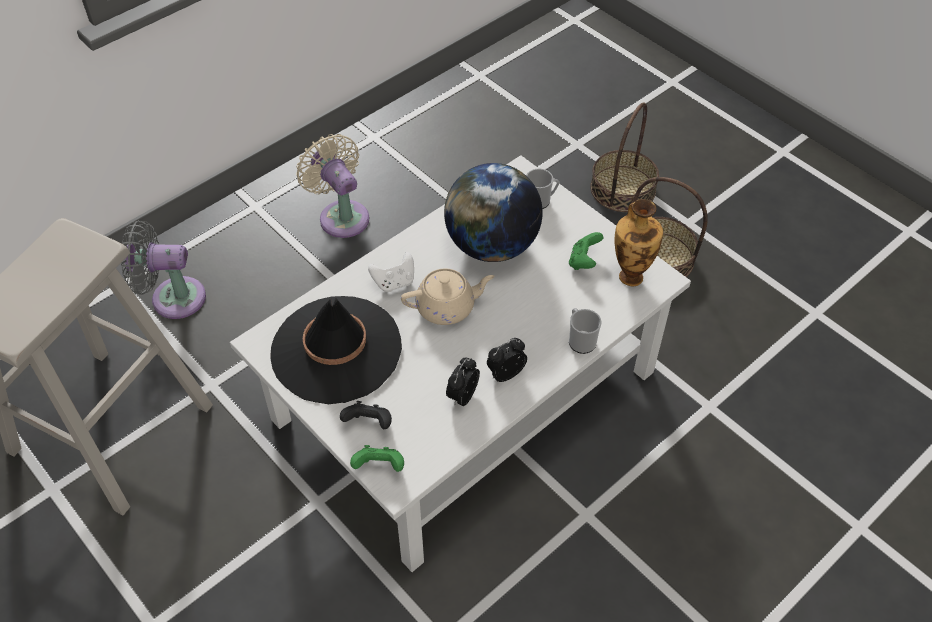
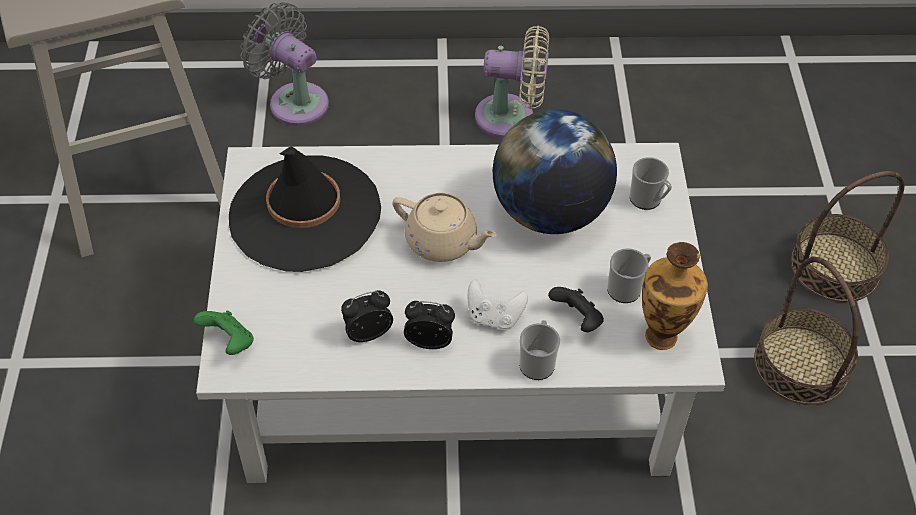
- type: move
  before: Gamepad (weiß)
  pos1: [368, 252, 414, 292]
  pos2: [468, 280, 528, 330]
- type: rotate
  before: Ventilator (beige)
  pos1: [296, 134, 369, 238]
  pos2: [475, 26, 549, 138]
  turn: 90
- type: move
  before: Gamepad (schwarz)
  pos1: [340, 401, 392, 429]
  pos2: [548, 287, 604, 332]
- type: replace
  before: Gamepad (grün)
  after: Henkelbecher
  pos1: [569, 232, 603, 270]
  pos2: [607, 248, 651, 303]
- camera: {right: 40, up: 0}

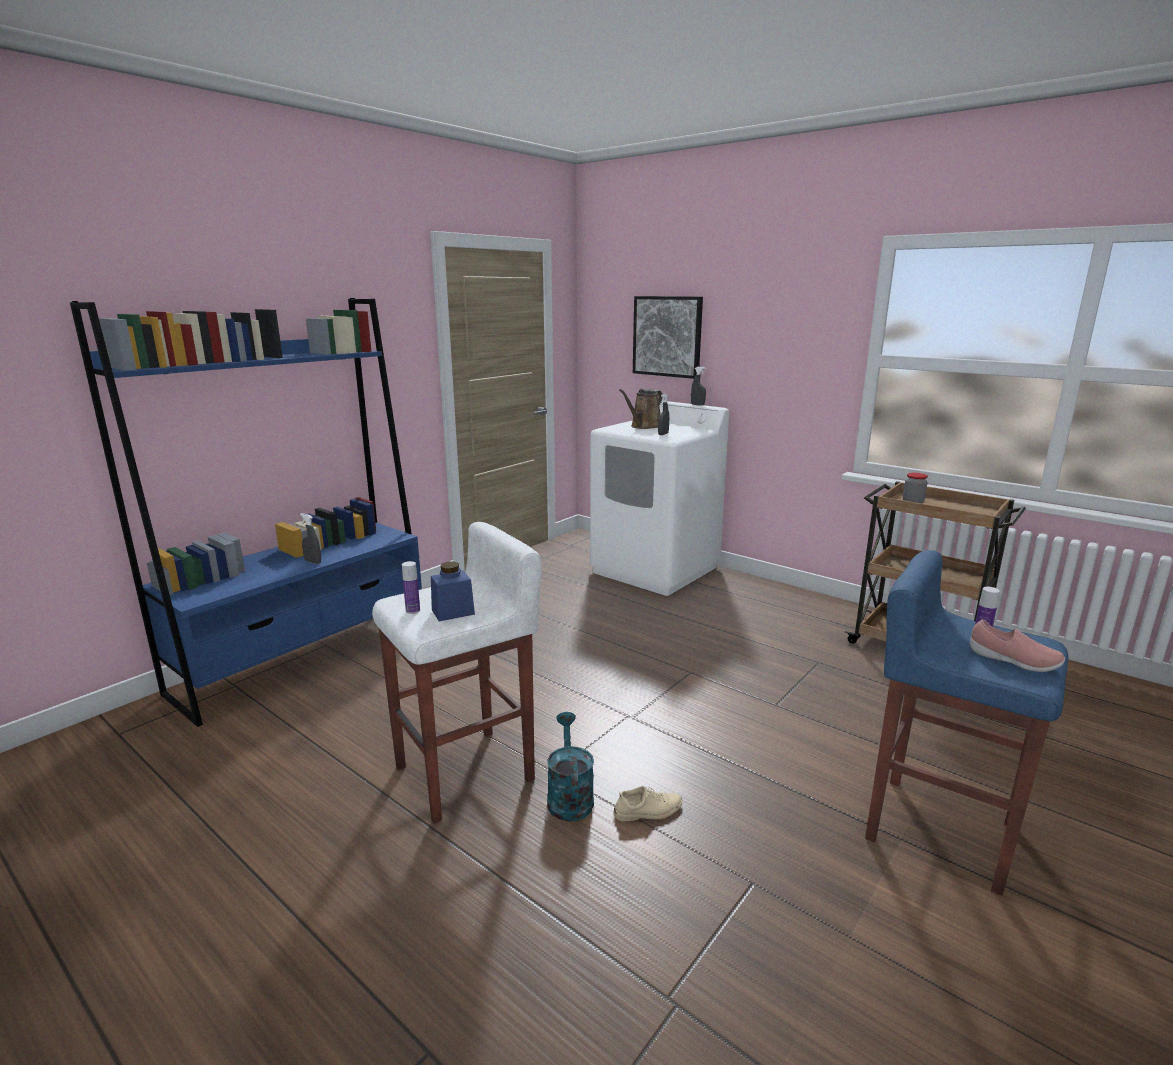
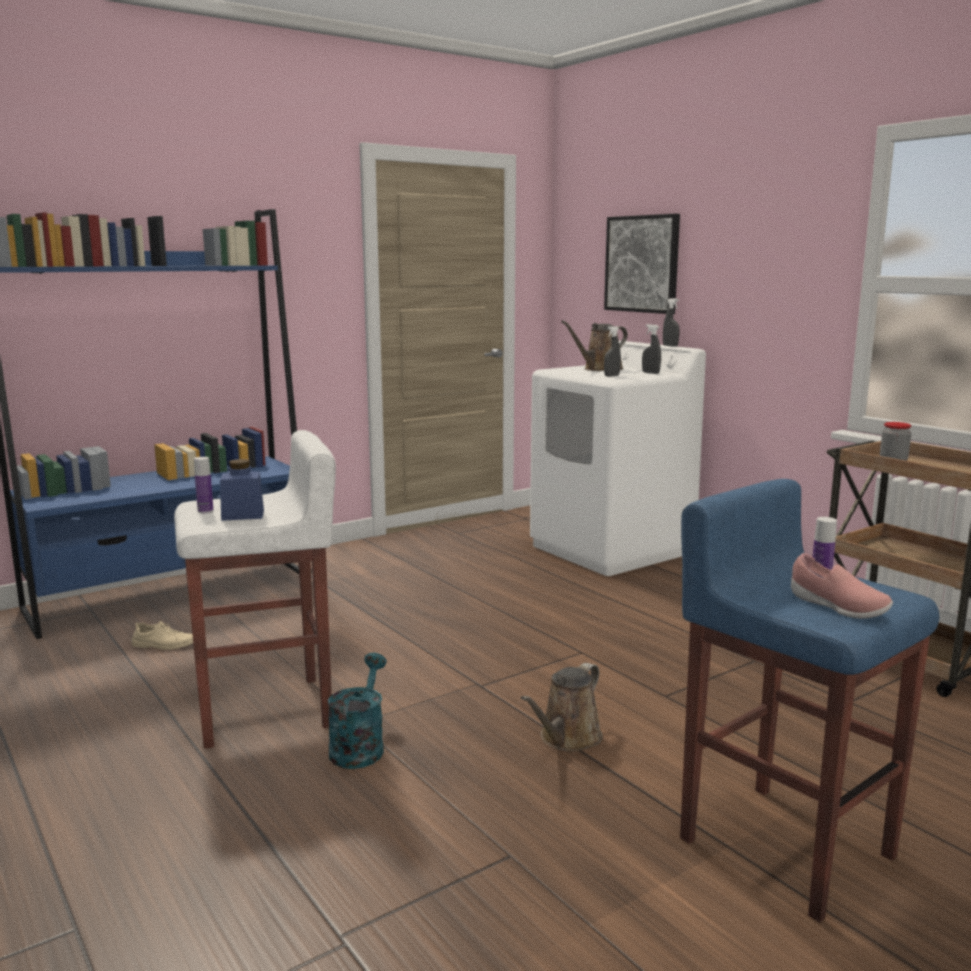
- type: move
  before: Schuh (beige)
  pos1: [613, 786, 682, 821]
  pos2: [131, 621, 193, 650]
- type: insert
  after: Gießkanne (braun)
  pos2: [521, 663, 603, 752]
- type: move
  before: Sprühflasche (grau)
  pos1: [300, 513, 321, 564]
  pos2: [642, 324, 661, 374]
- camera: {right: 15, up: -5}

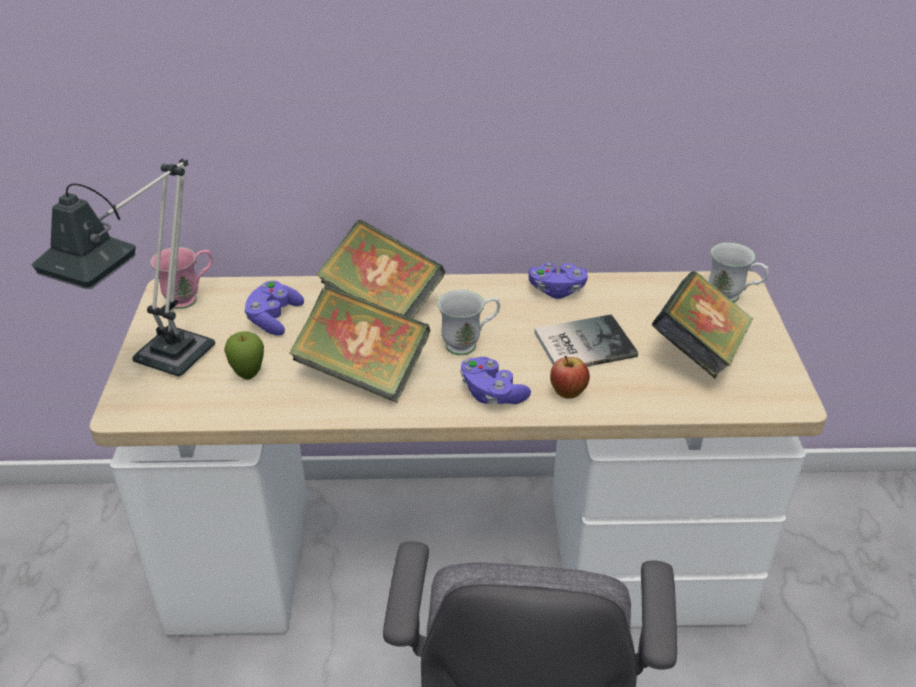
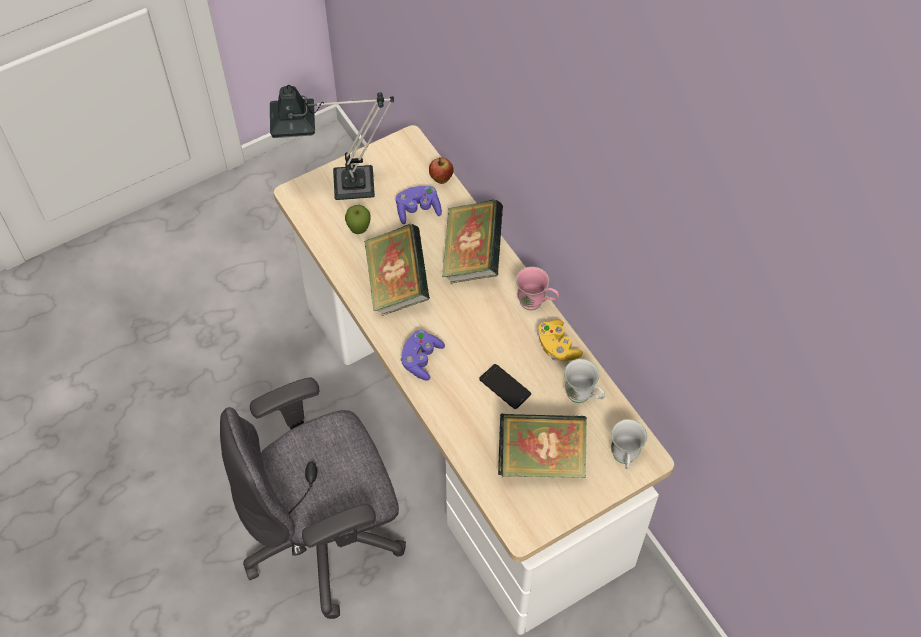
- type: move
  before: Apfel
  pos1: [550, 356, 590, 398]
  pos2: [429, 157, 454, 184]
- type: replace
  before: Buch
  after: Handy
  pos1: [534, 314, 638, 367]
  pos2: [479, 364, 531, 409]
- type: move
  before: Henkelbecher (rosa)
  pos1: [151, 247, 213, 309]
  pos2: [516, 267, 559, 310]
- type: recolor
  before: Gamepad (lila)
  after: Gamepad (gelb)
  pos1: [528, 262, 588, 299]
  pos2: [537, 320, 583, 361]
- type: move
  before: Henkelbecher (weiß)
  pos1: [437, 290, 500, 355]
  pos2: [564, 359, 605, 403]
- camera: {right: 60, up: 20}

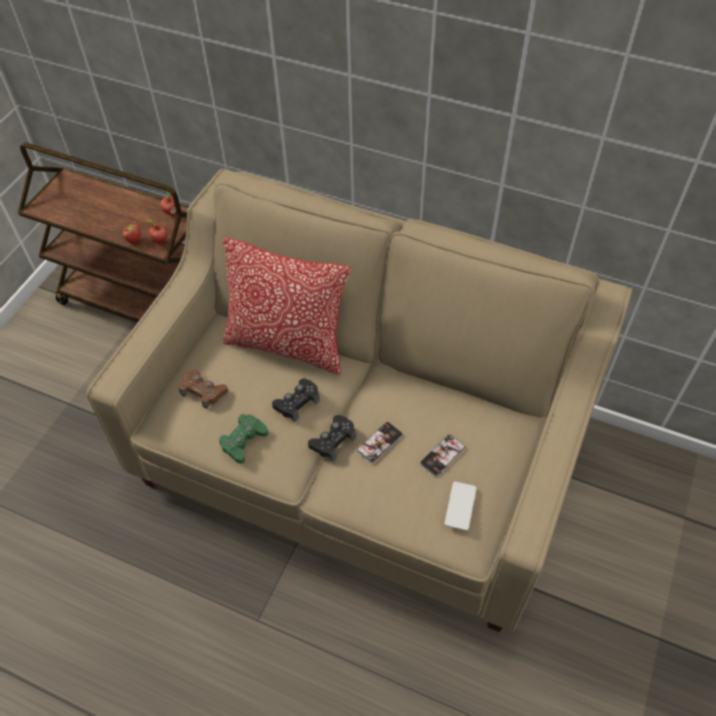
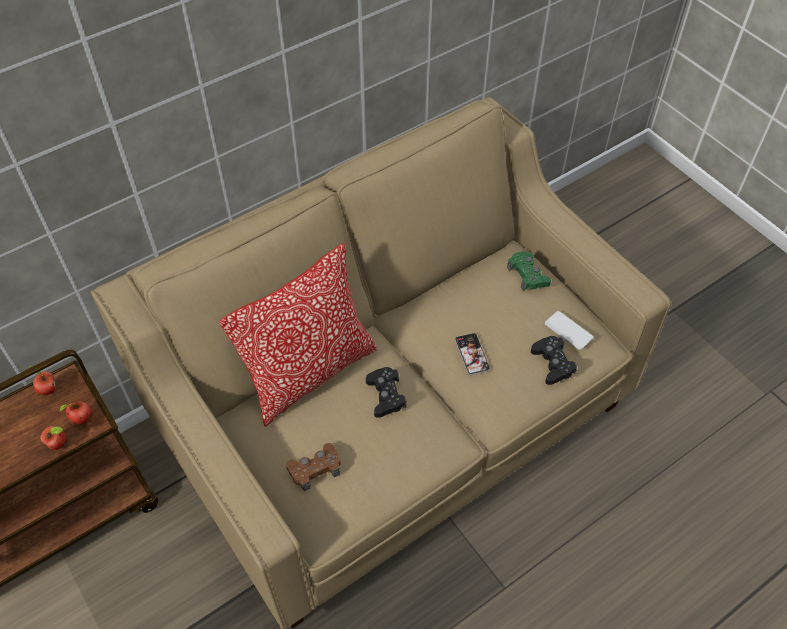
- type: move
  before: Gamepad (grün)
  pos1: [219, 414, 268, 464]
  pos2: [507, 251, 551, 291]
- type: move
  before: Gamepad (schwarz)
  pos1: [308, 415, 356, 461]
  pos2: [531, 336, 577, 385]
- type: delete
  before: Handy
  pos1: [420, 434, 466, 477]
- camera: {right: -60, up: 0}

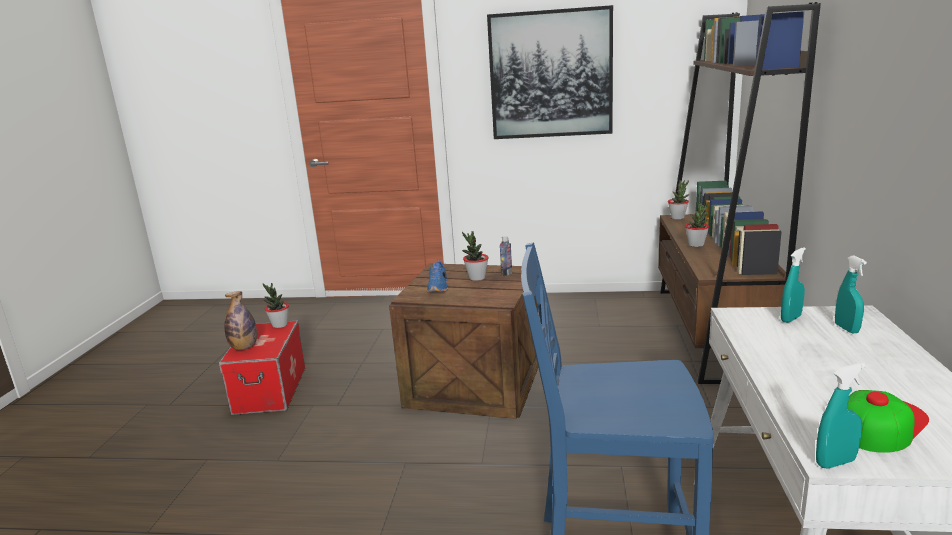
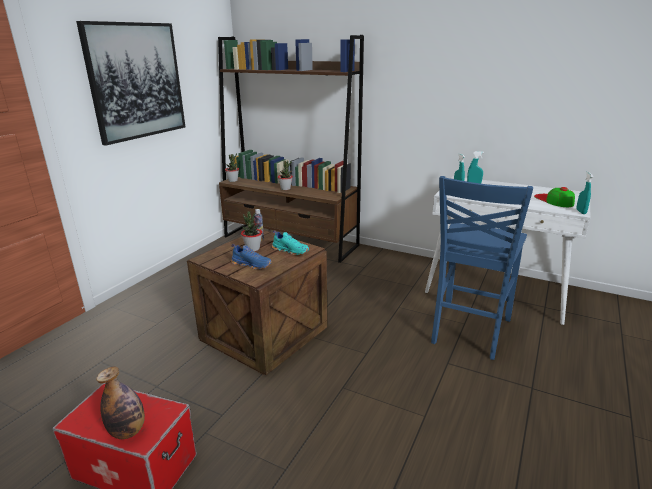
- type: insert
  after: Schuh (türkis)
  pos2: [272, 230, 309, 255]
- type: delete
  before: Topfpflanze
  pos1: [263, 283, 289, 328]
- camera: {right: -70, up: 5}

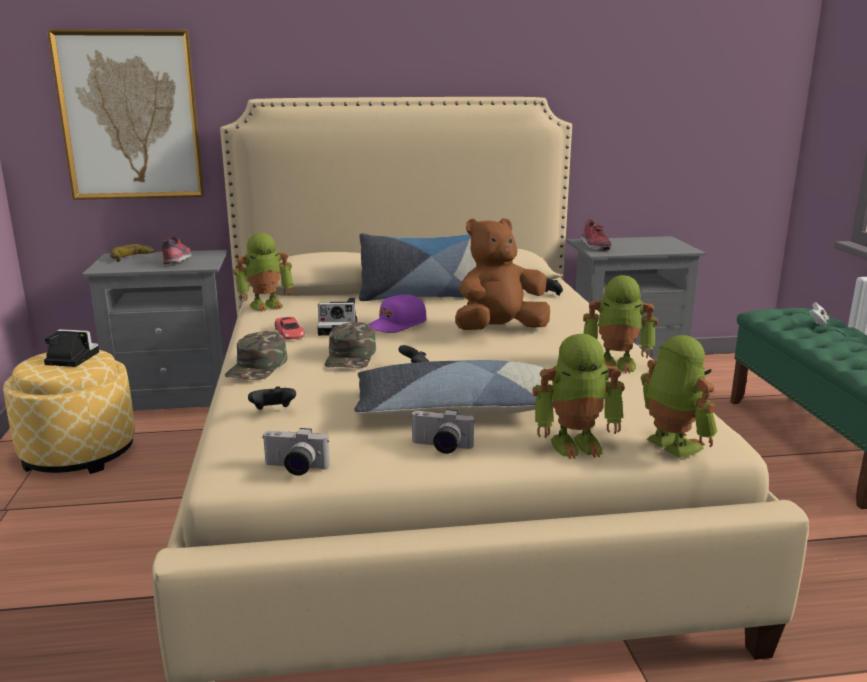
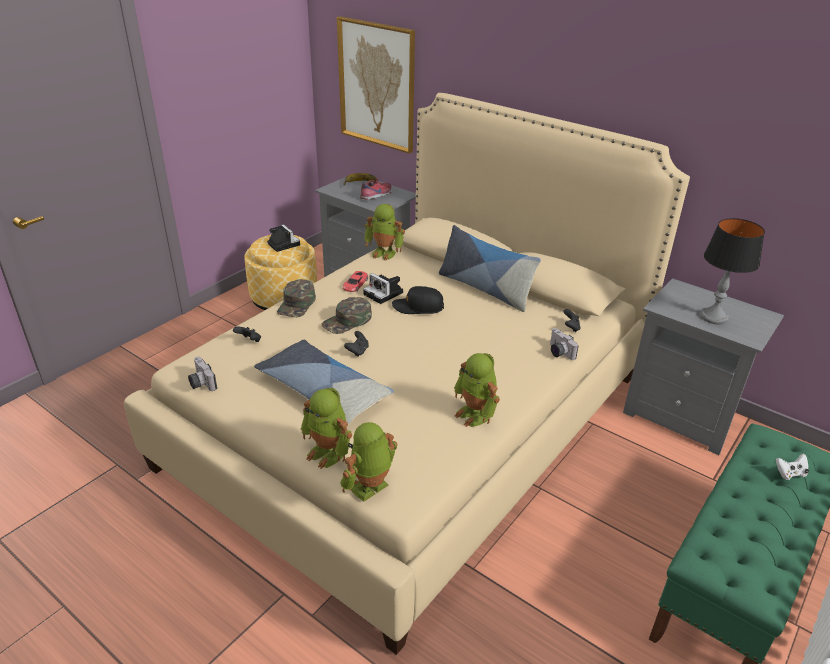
- type: rotate
  before: Kappe (grün)
  pos1: [225, 331, 287, 380]
  pos2: [277, 279, 316, 317]
  turn: -45
- type: rotate
  before: Spielzeugroboter
  pos1: [641, 335, 717, 458]
  pos2: [340, 422, 398, 502]
  turn: -150
- type: recolor
  before: Kappe (lila)
  after: Kappe (schwarz)
  pos1: [367, 294, 427, 333]
  pos2: [392, 286, 444, 314]
- type: move
  before: Kamera
  pos1: [410, 409, 474, 454]
  pos2: [550, 328, 579, 360]
- type: insert
  after: Tischlampe
  pos2: [700, 218, 765, 324]
- type: delete
  before: Plüschtier (braun)
  pos1: [455, 218, 550, 330]
- type: delete
  before: Schuh
  pos1: [580, 219, 612, 251]
- camera: {right: 45, up: 15}

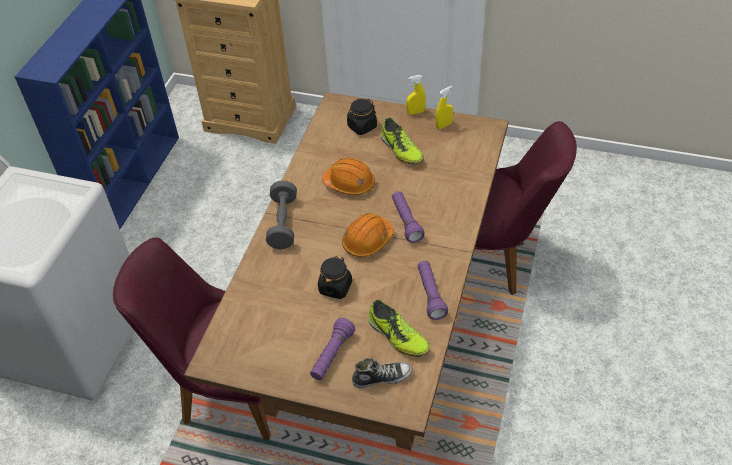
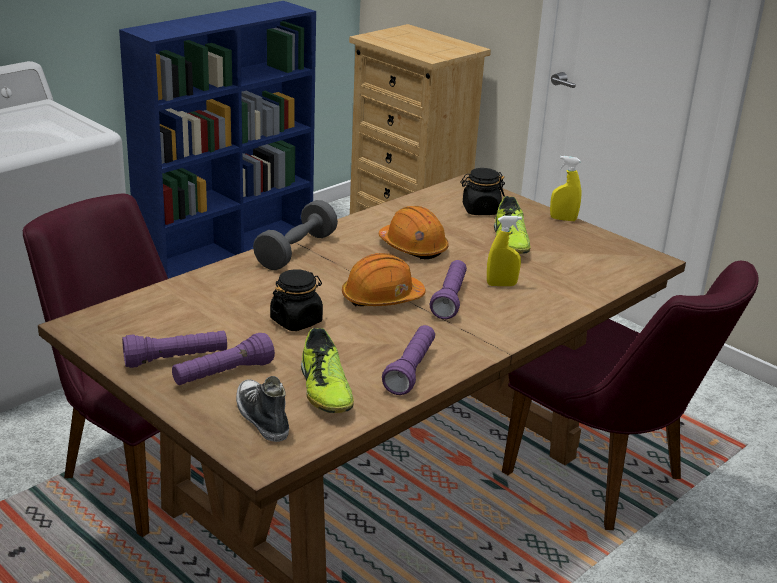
- type: insert
  after: Taschenlampe (lila)
  pos2: [122, 331, 227, 368]
- type: rotate
  before: Schuh
  pos1: [352, 357, 413, 388]
  pos2: [236, 376, 289, 442]
  turn: -135
- type: move
  before: Sprühflasche (gelb)
  pos1: [435, 86, 453, 129]
  pos2: [487, 216, 522, 286]
- camera: {right: 25, up: -20}

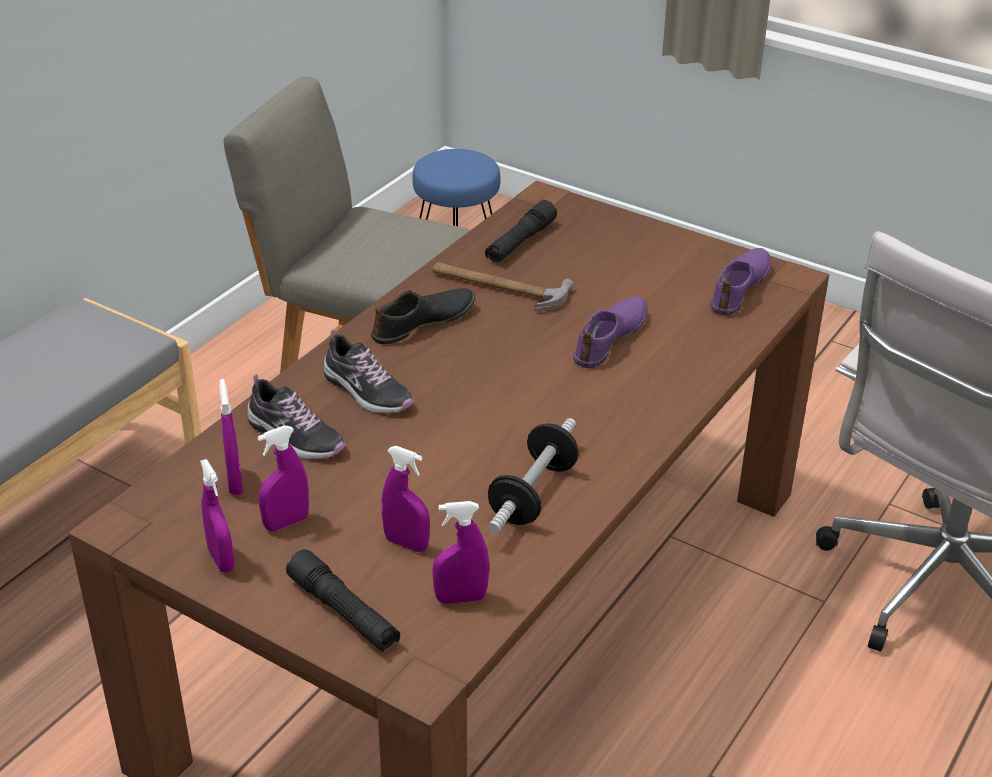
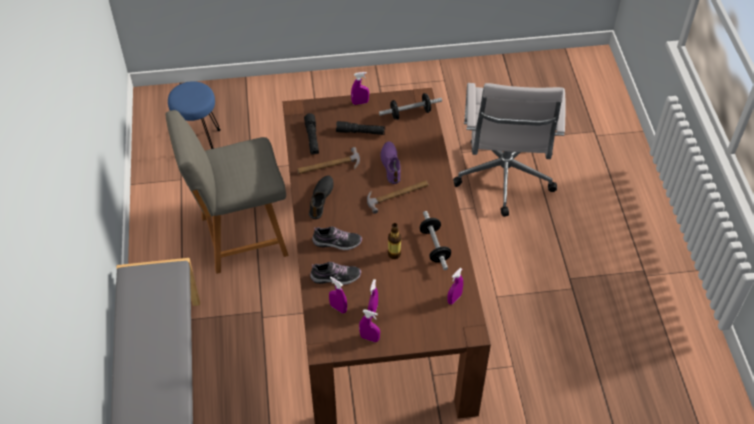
- type: move
  before: Taschenlampe (schwarz)
  pos1: [286, 549, 400, 652]
  pos2: [336, 121, 385, 135]
- type: move
  before: Sprühflasche (lila)
  pos1: [381, 446, 430, 552]
  pos2: [351, 72, 369, 105]
- type: insert
  after: Hammer
  pos2: [367, 180, 429, 214]
- type: replace
  before: Schuh (lila)
  after: Hantel
  pos1: [710, 248, 771, 316]
  pos2: [379, 93, 442, 120]
- type: insert
  after: Flasche
  pos2: [388, 223, 401, 259]
- camera: {right: -40, up: 15}

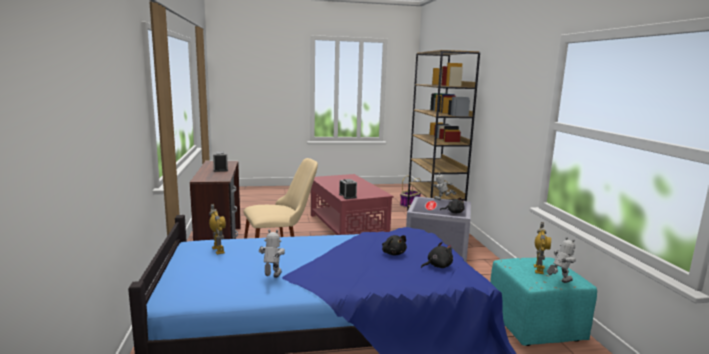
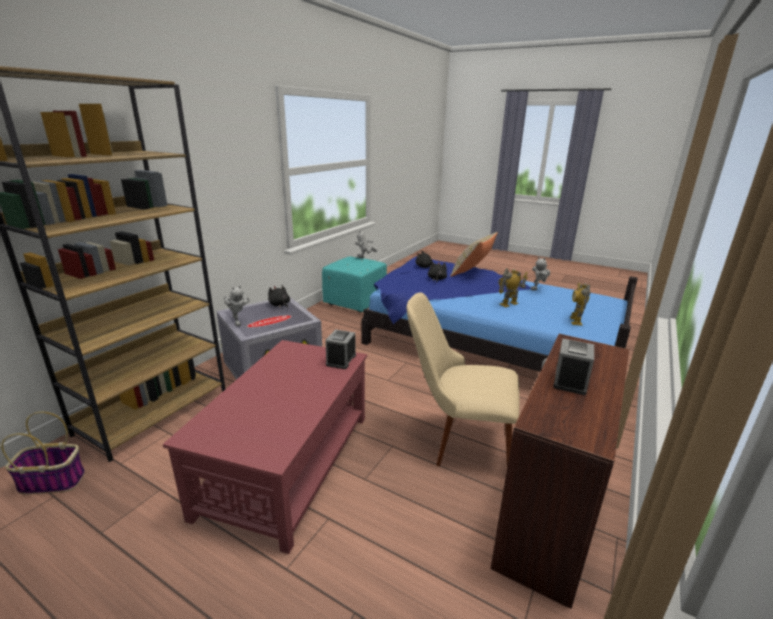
- type: insert
  after: Kissen (beige)
  pos2: [450, 232, 498, 277]
- type: move
  before: Spielzeugroboter
  pos1: [534, 222, 551, 274]
  pos2: [498, 268, 528, 307]
- camera: {right: -140, up: 10}

